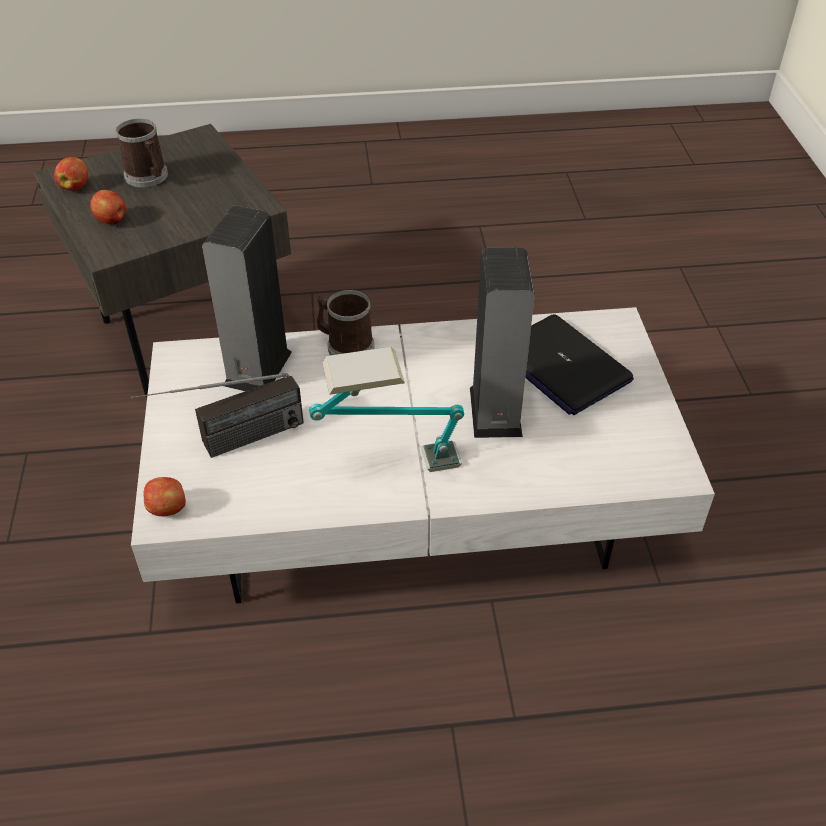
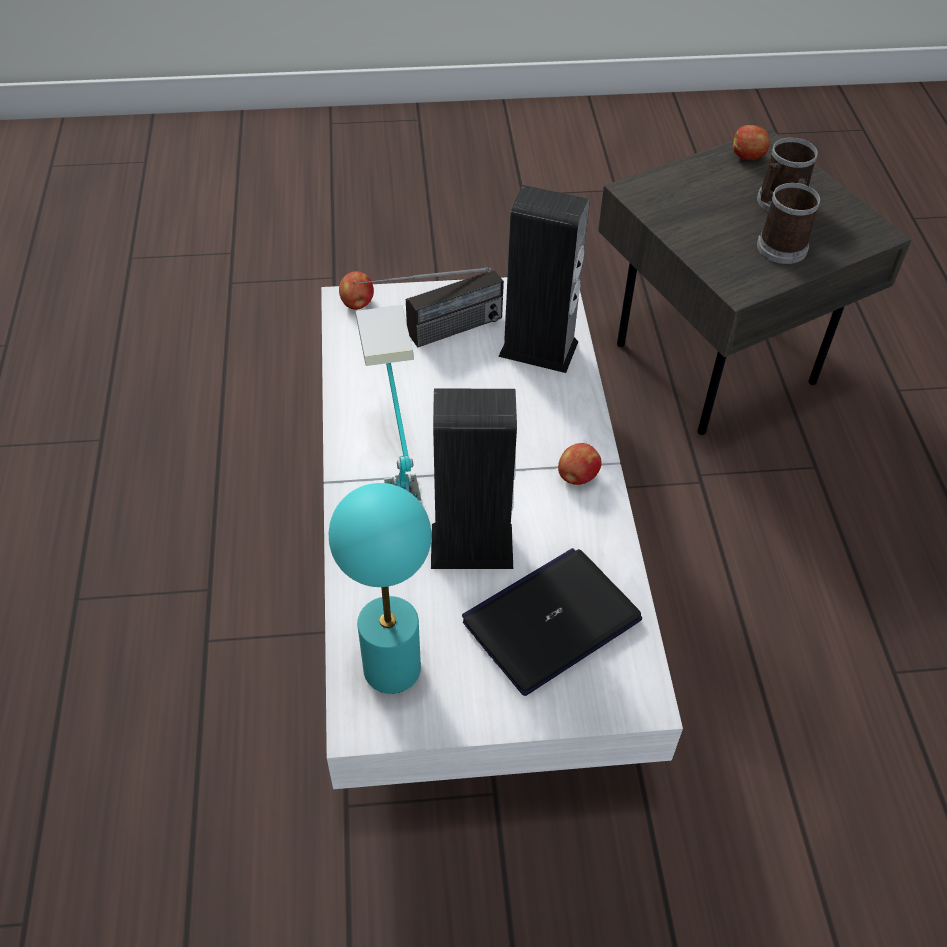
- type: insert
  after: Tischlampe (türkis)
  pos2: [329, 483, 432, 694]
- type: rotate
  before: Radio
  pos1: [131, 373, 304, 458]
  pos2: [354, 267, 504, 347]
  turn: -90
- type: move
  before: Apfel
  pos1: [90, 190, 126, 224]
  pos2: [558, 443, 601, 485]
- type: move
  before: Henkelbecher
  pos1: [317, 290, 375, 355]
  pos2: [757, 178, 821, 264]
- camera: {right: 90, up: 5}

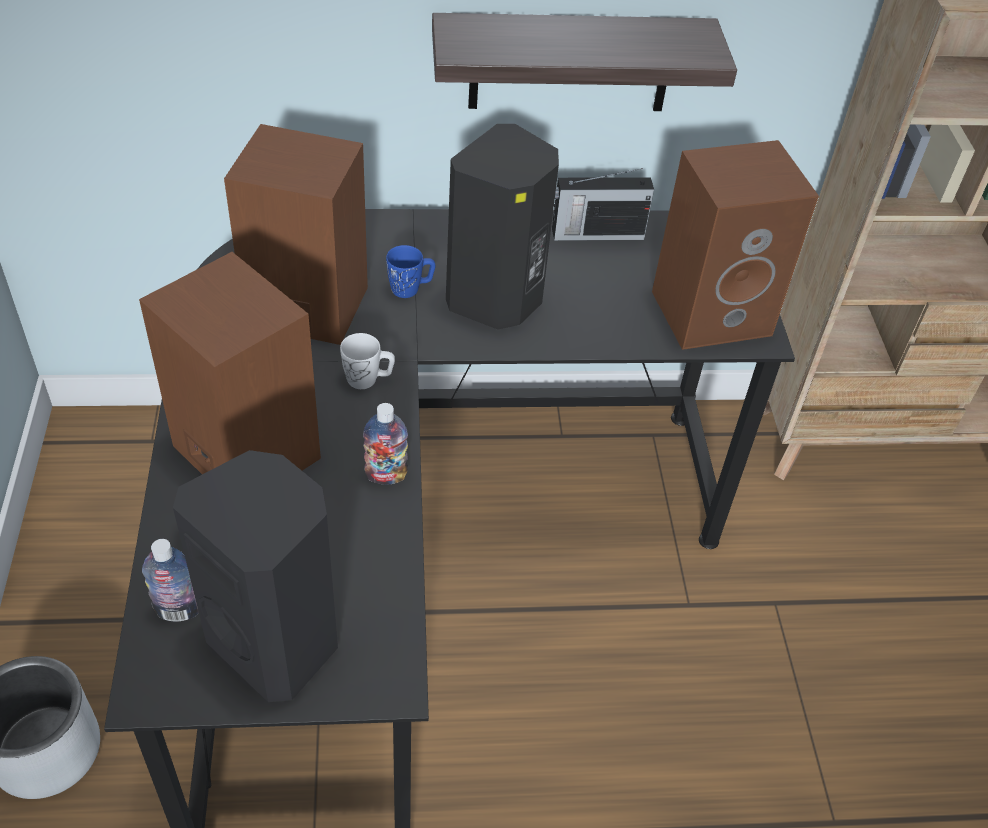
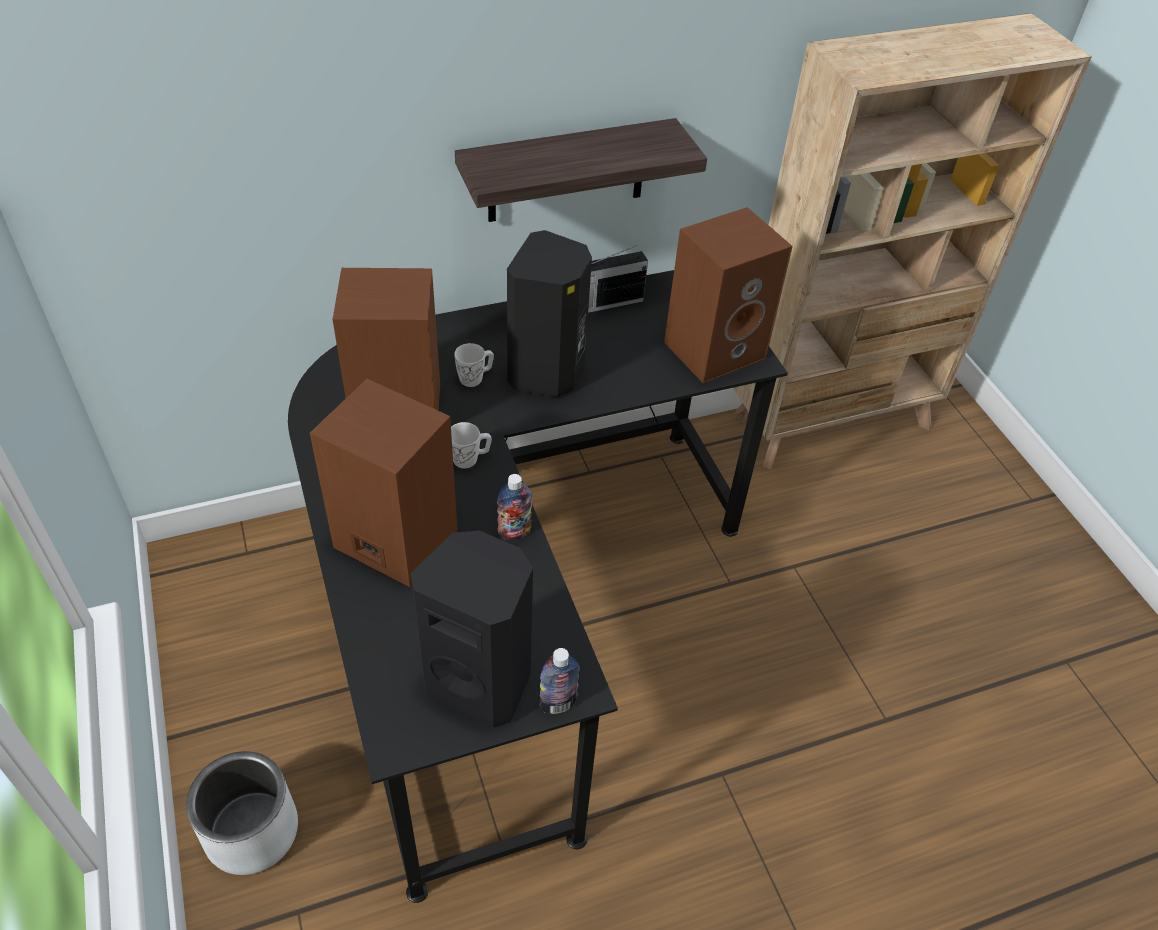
- type: recolor
  before: Henkelbecher (blau)
  after: Henkelbecher (weiß)
  pos1: [386, 245, 435, 298]
  pos2: [454, 343, 494, 387]
- type: move
  before: Flasche
  pos1: [142, 539, 199, 622]
  pos2: [539, 648, 580, 714]
- camera: {right: -15, up: 0}

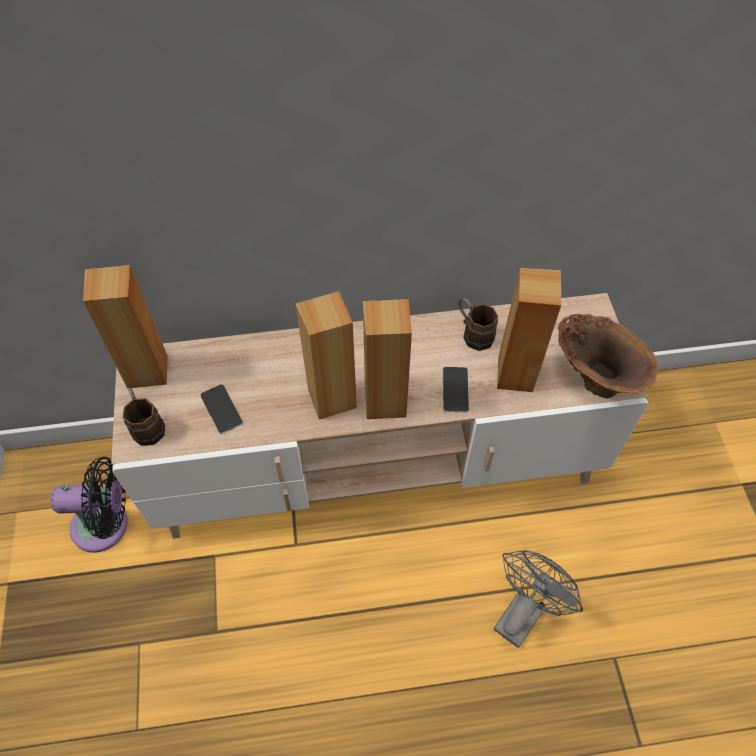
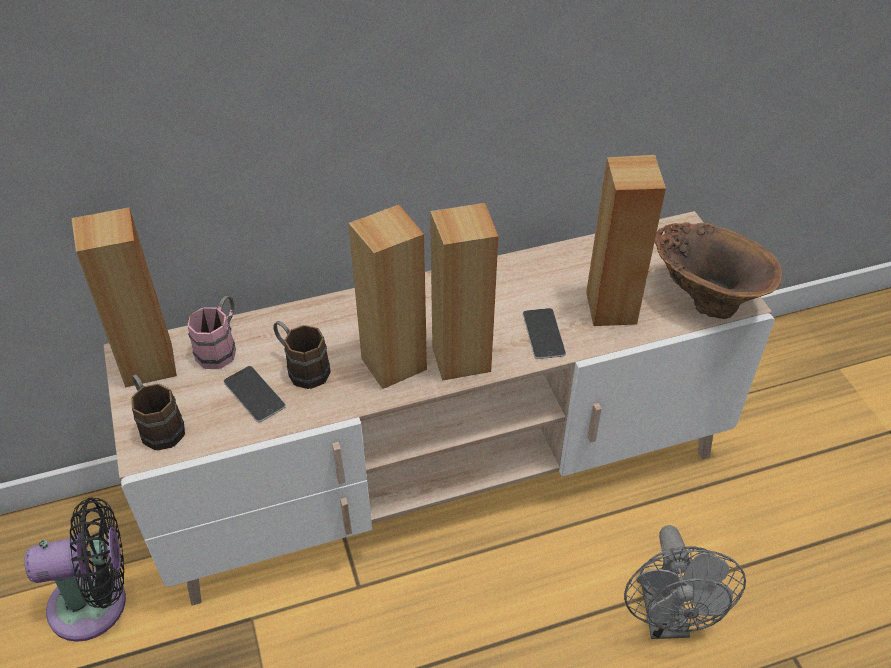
- type: insert
  after: Henkelbecher (rosa)
  pos2: [187, 296, 236, 369]
- type: move
  before: Henkelbecher (braun)
  pos1: [459, 298, 498, 351]
  pos2: [273, 321, 331, 389]
- type: rotate
  before: Ventilator (grau)
  pos1: [493, 550, 583, 648]
  pos2: [624, 525, 746, 639]
  turn: 150
- camera: {right: -10, up: -10}

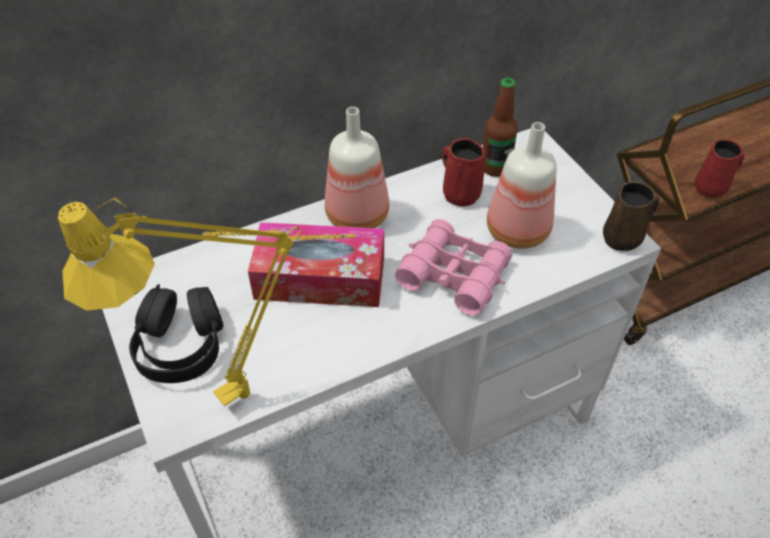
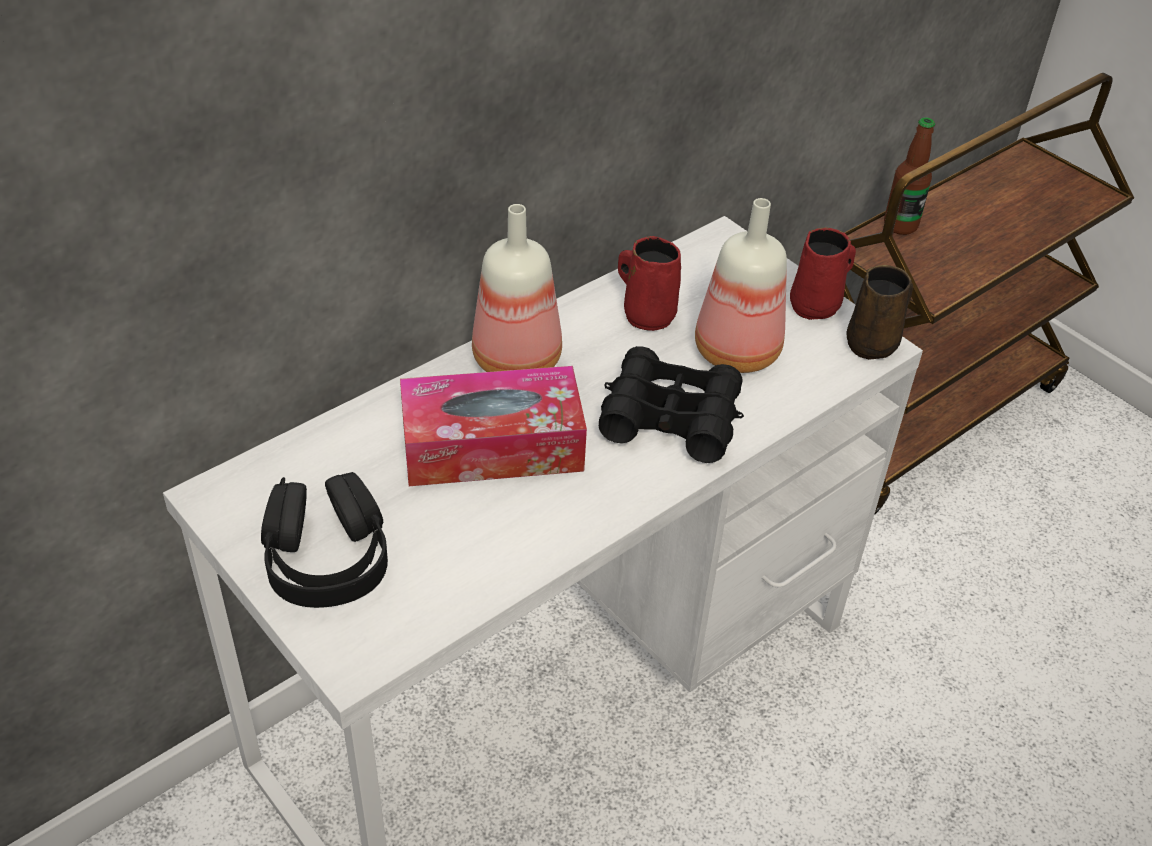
- type: recolor
  before: Fernglas (rosa)
  after: Fernglas (schwarz)
  pos1: [395, 219, 512, 315]
  pos2: [599, 346, 744, 463]
- type: move
  before: Henkelbecher (rot)
  pos1: [695, 139, 745, 197]
  pos2: [790, 228, 856, 320]
- type: move
  before: Flasche
  pos1: [483, 78, 518, 177]
  pos2: [884, 117, 935, 235]
- type: delete
  before: Tischlampe (gelb)
  pos1: [58, 197, 355, 407]
- camera: {right: -15, up: -5}

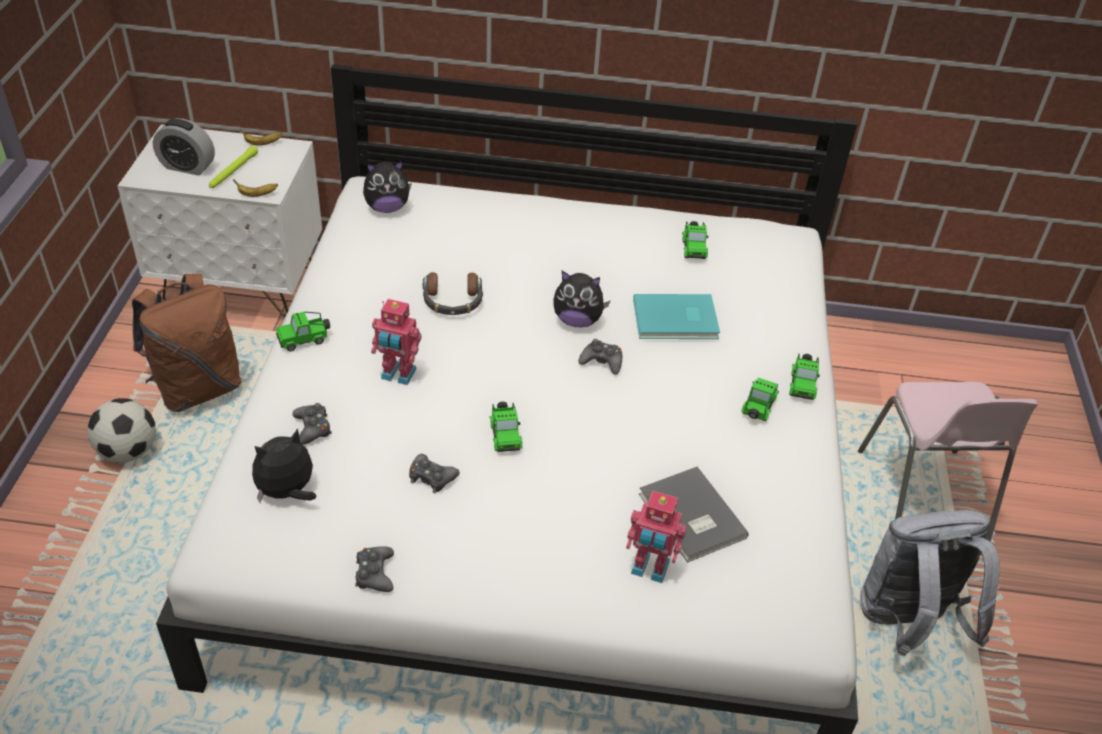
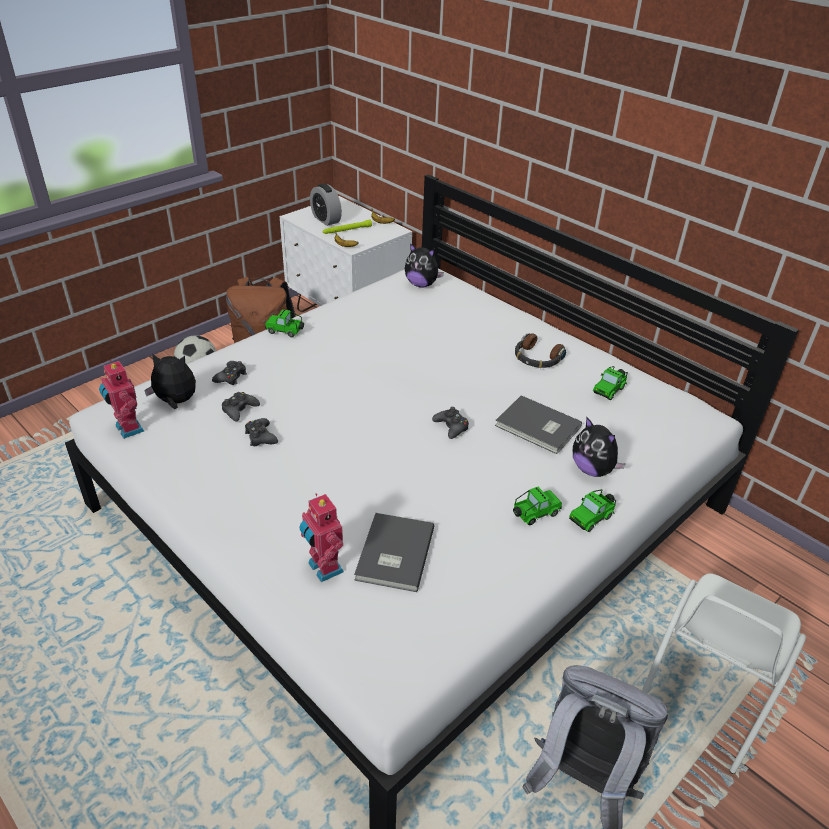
- type: move
  before: Spielzeugroboter
  pos1: [371, 299, 421, 385]
  pos2: [99, 360, 144, 439]
- type: move
  before: Gamepad (schwarz)
  pos1: [355, 546, 394, 592]
  pos2: [222, 392, 260, 421]
- type: recolor
  before: Buch (türkis)
  after: Buch (grau)
  pos1: [633, 294, 720, 339]
  pos2: [495, 395, 582, 454]
- type: move
  before: Kopfhörer
  pos1: [423, 272, 483, 315]
  pos2: [515, 333, 566, 368]
- type: move
  before: Plüschtier
  pos1: [553, 271, 611, 328]
  pos2: [573, 417, 625, 477]
- type: recolor
  before: Stuhl (rosa)
  after: Stuhl (weiß)
  pos1: [858, 382, 1038, 542]
  pos2: [642, 573, 806, 774]
- type: delete
  before: Spielzeugauto
  pos1: [489, 401, 522, 452]
- camera: {right: 40, up: -5}

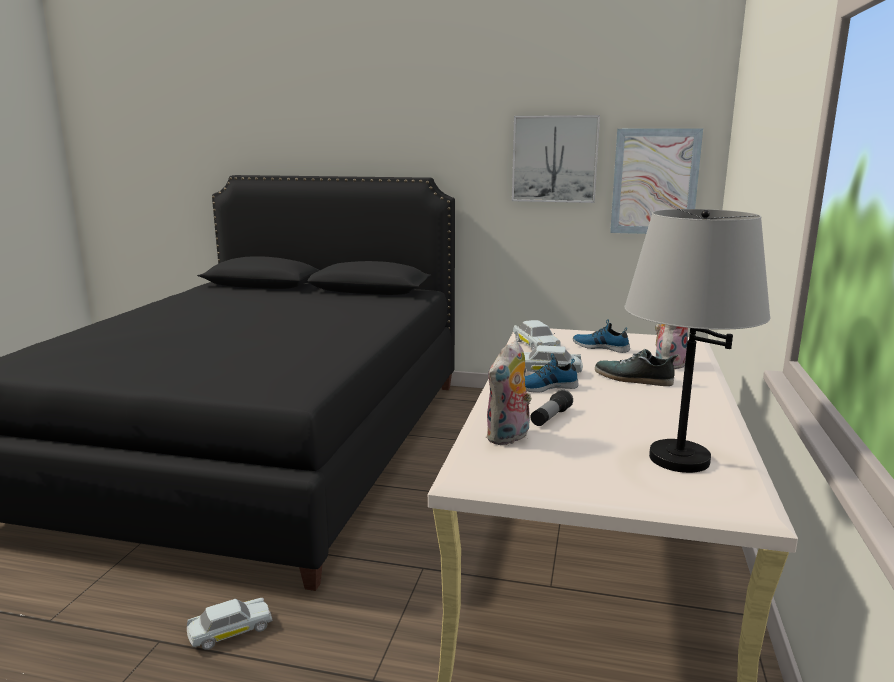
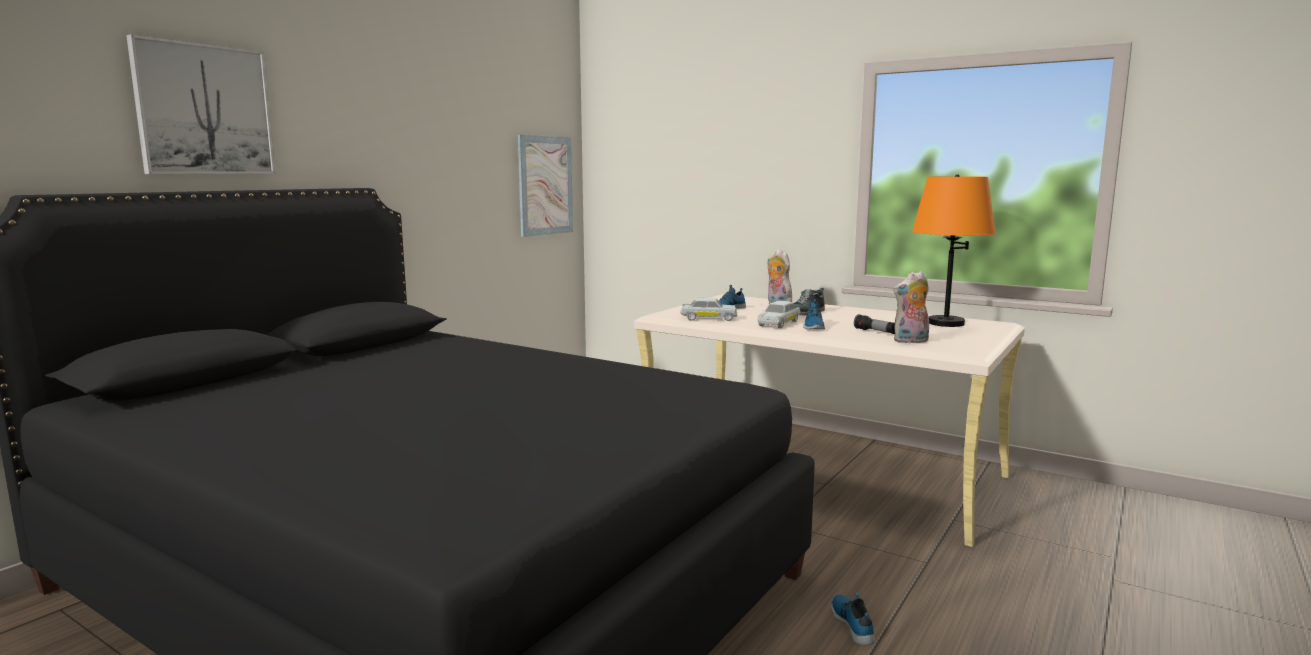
- type: move
  before: Bild
  pos1: [512, 115, 600, 203]
  pos2: [126, 34, 276, 174]
- type: replace
  before: Spielzeugauto (weiß)
  after: Schuh
  pos1: [187, 598, 272, 650]
  pos2: [831, 593, 875, 645]
- type: rotate
  before: Plüschtier
  pos1: [486, 340, 532, 445]
  pos2: [893, 271, 929, 343]
  turn: 105
- type: recolor
  before: Tischlampe (grau)
  after: Tischlampe (orange)
  pos1: [625, 209, 770, 473]
  pos2: [912, 174, 996, 327]
- camera: {right: -70, up: -5}

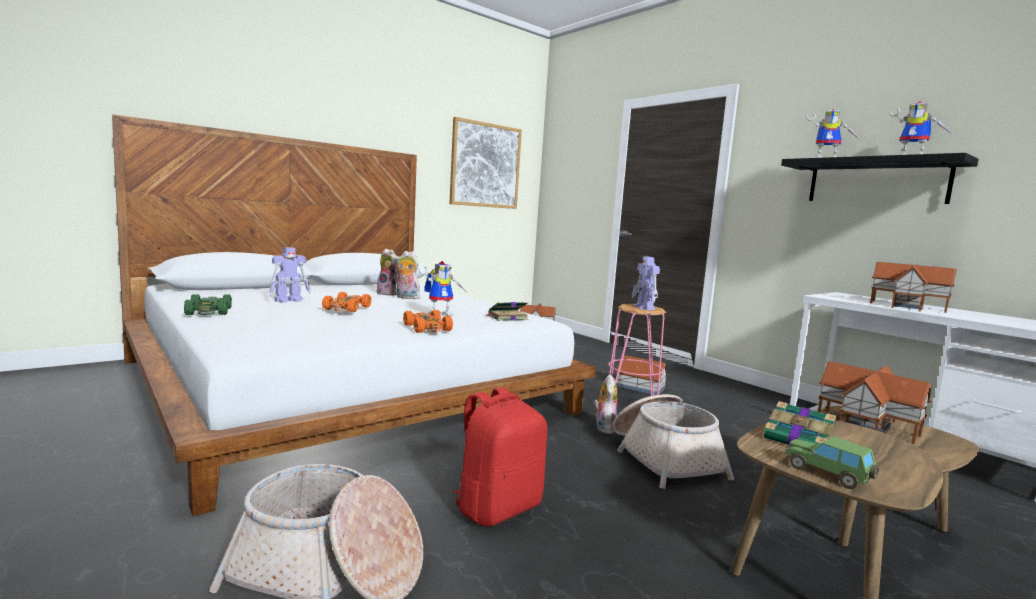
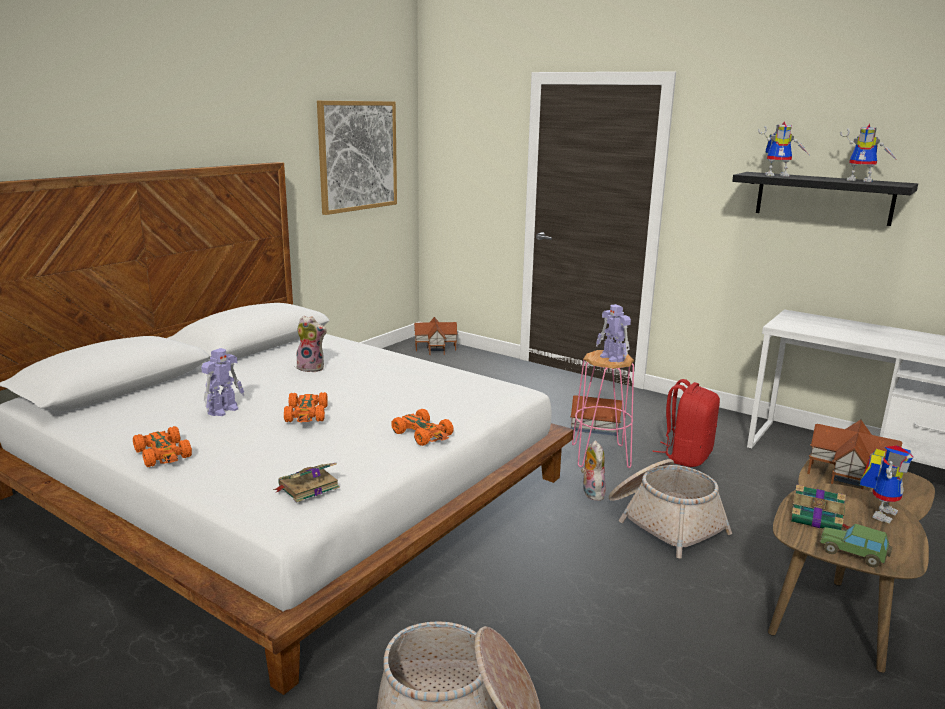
- type: recolor
  before: Spielzeugauto (grün)
  after: Spielzeugauto (orange)
  pos1: [184, 294, 232, 315]
  pos2: [133, 426, 192, 467]
- type: move
  before: Buch
  pos1: [486, 302, 528, 321]
  pos2: [273, 463, 340, 502]
- type: move
  before: Rucksack (rot)
  pos1: [453, 387, 547, 526]
  pos2: [653, 379, 720, 467]
- type: move
  before: Spielzeugroboter
  pos1: [419, 261, 467, 316]
  pos2: [860, 446, 914, 524]
- type: delete
  before: Plüschtier
  pos1: [394, 251, 420, 299]
- type: delete
  before: Spielzeughaus
  pos1: [870, 262, 957, 313]
- camera: {right: -15, up: 10}

